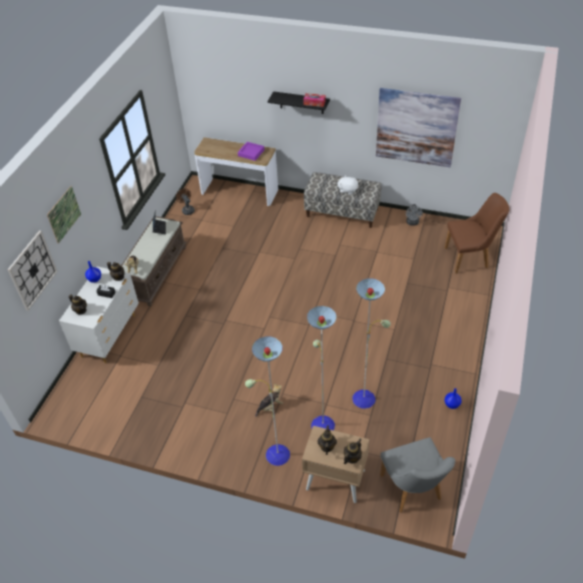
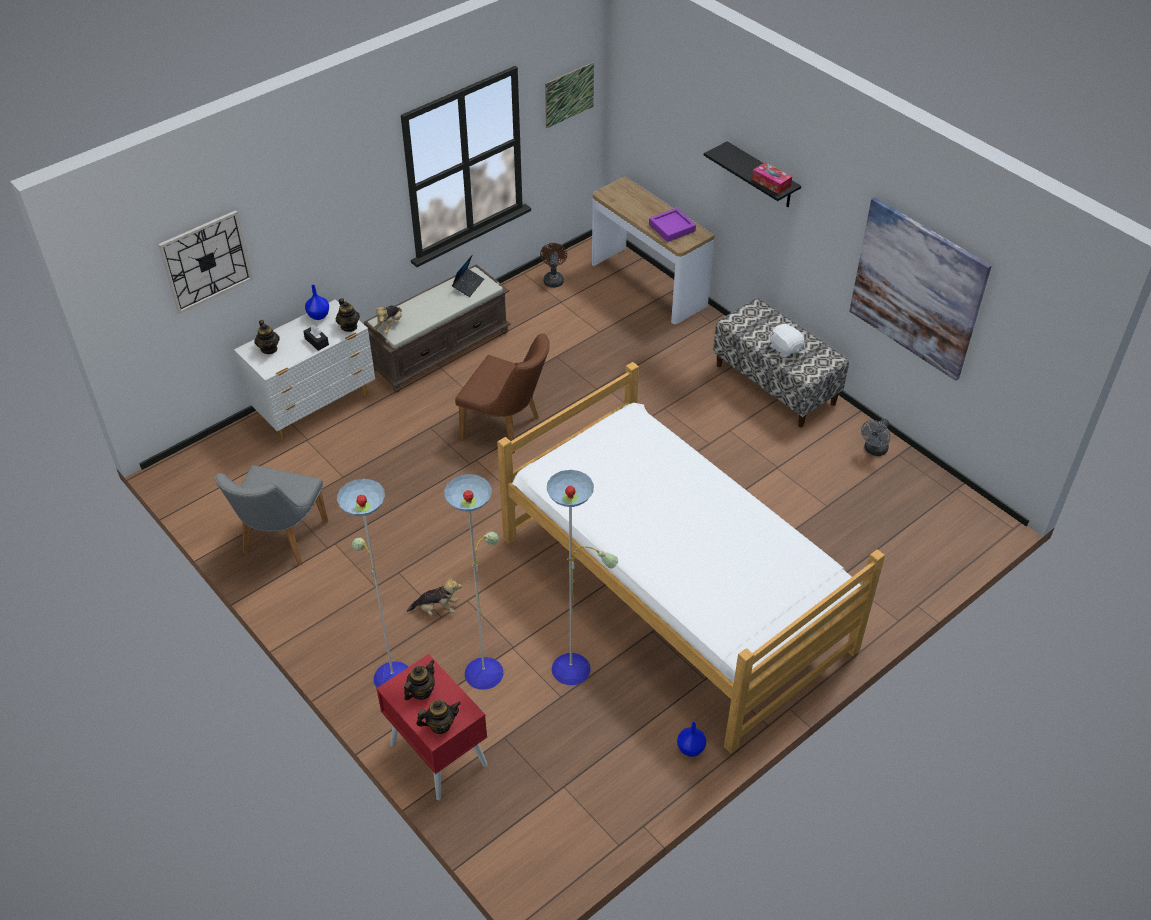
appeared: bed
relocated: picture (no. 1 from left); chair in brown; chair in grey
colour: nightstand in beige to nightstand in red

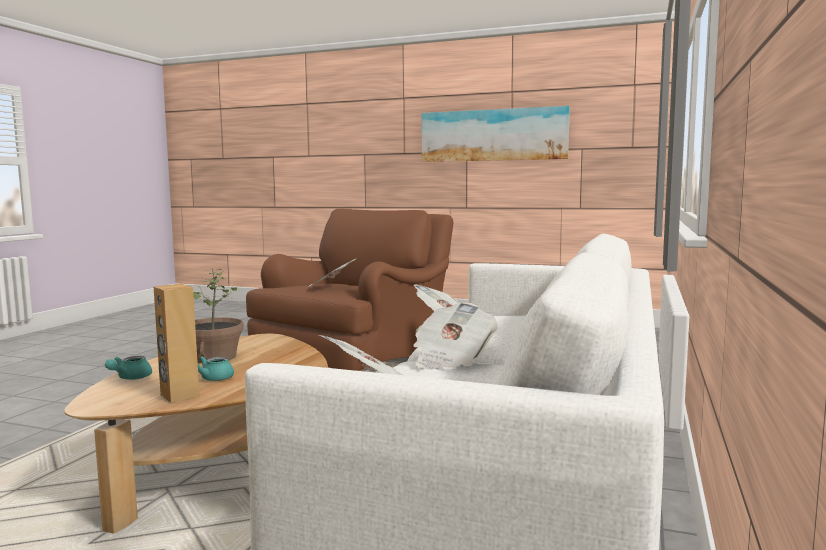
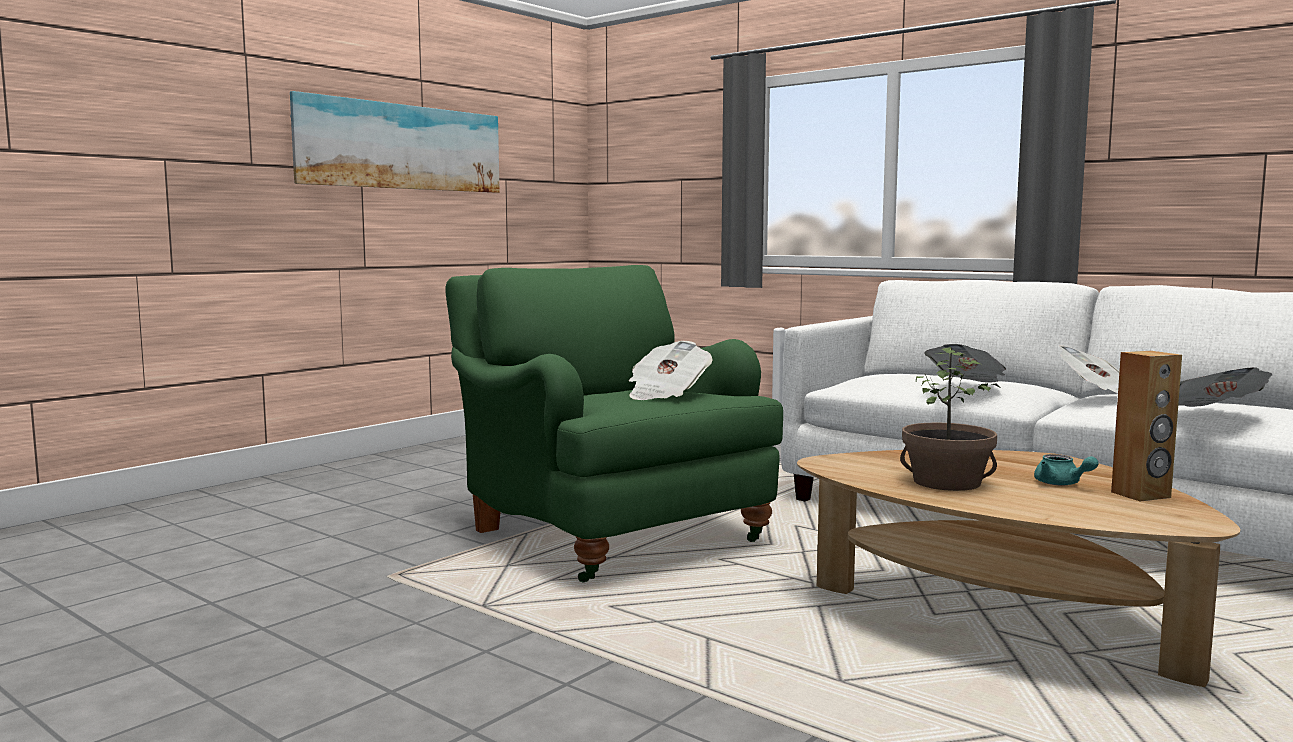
missing: teapot in turquoise (no. 1 from left)
colour: armchair in brown to armchair in green

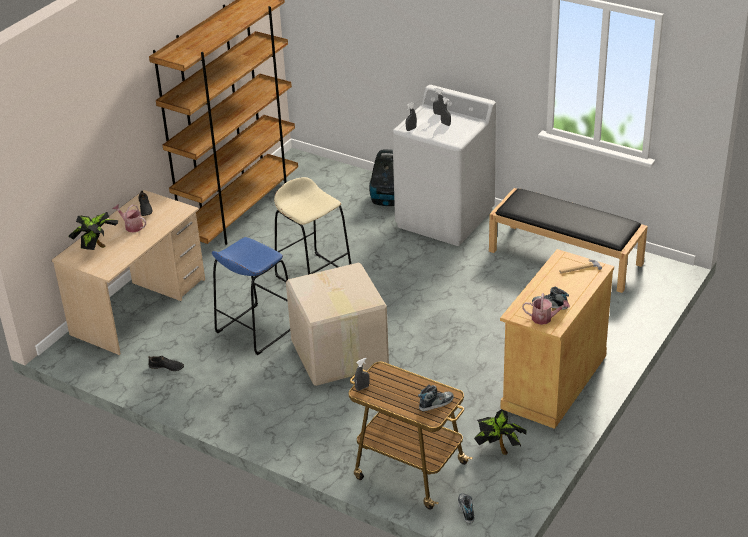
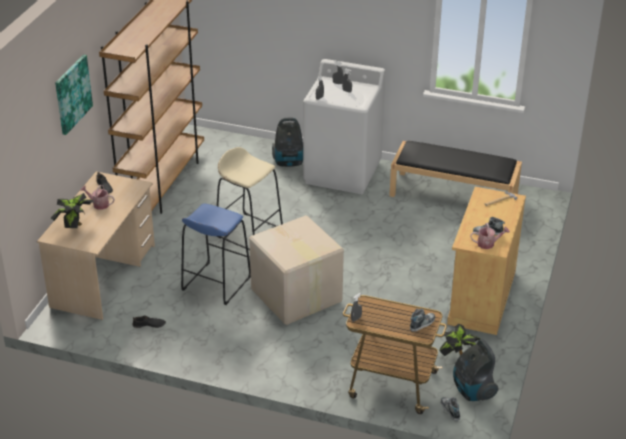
appeared: picture; vacuum cleaner (no. 2 from left)

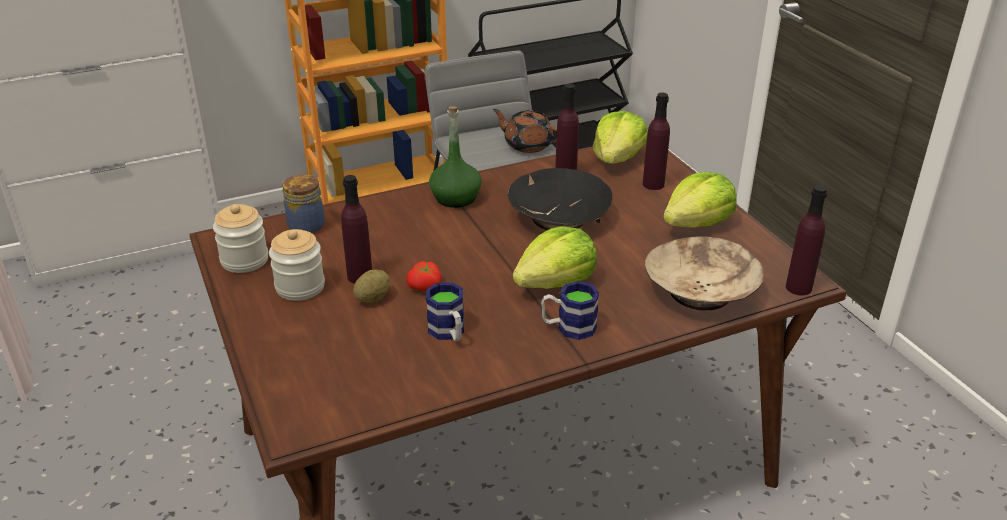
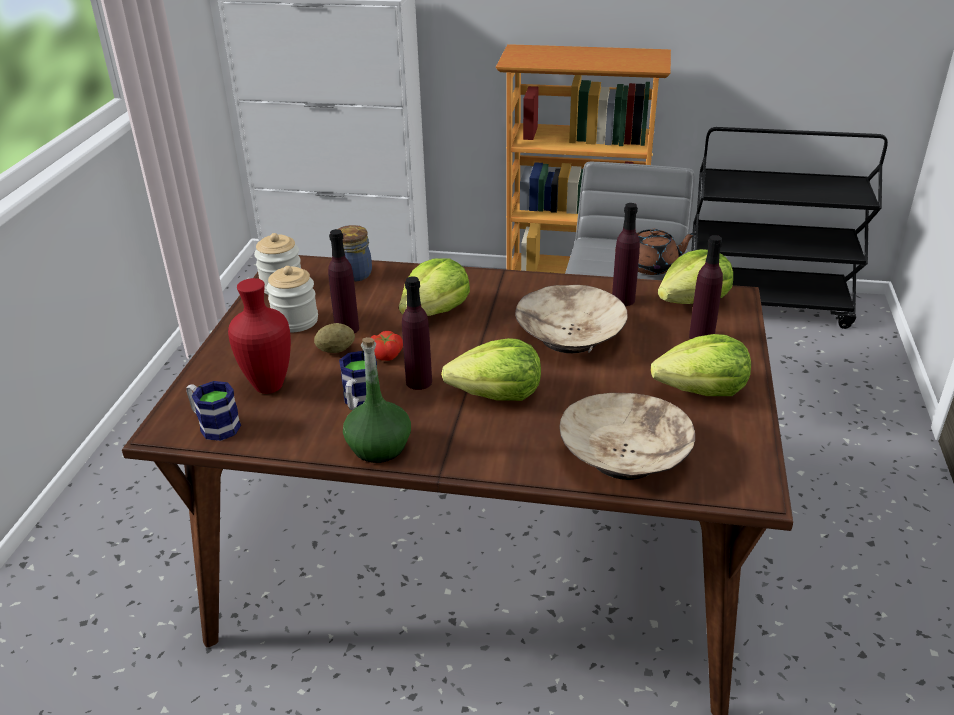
appeared: lettuce (no. 1 from left); vase in red
relocated: bottle in green; bottle in purple (no. 4 from left in the first image) to bottle in purple (no. 2 from left); mug (no. 2 from left in the first image) to mug (no. 1 from left)
colour: bowl in black to bowl in beige (no. 1 from left)
spun: teapot in brown 105 degrees clockwise

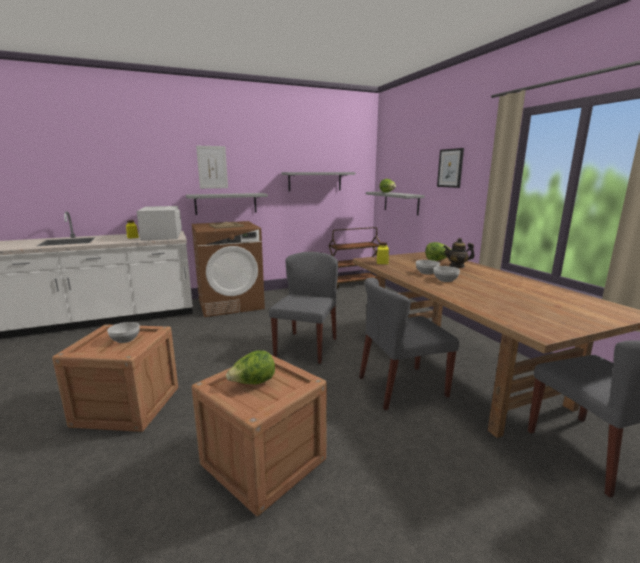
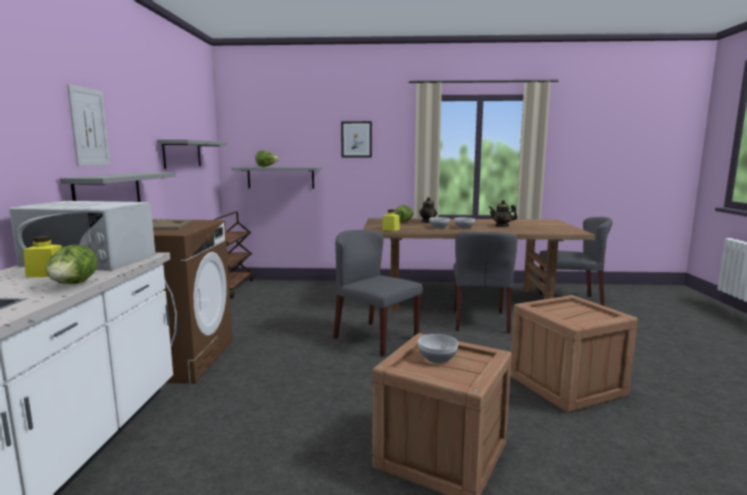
appeared: teapot (no. 2 from left)
relocated: lettuce (no. 1 from left)

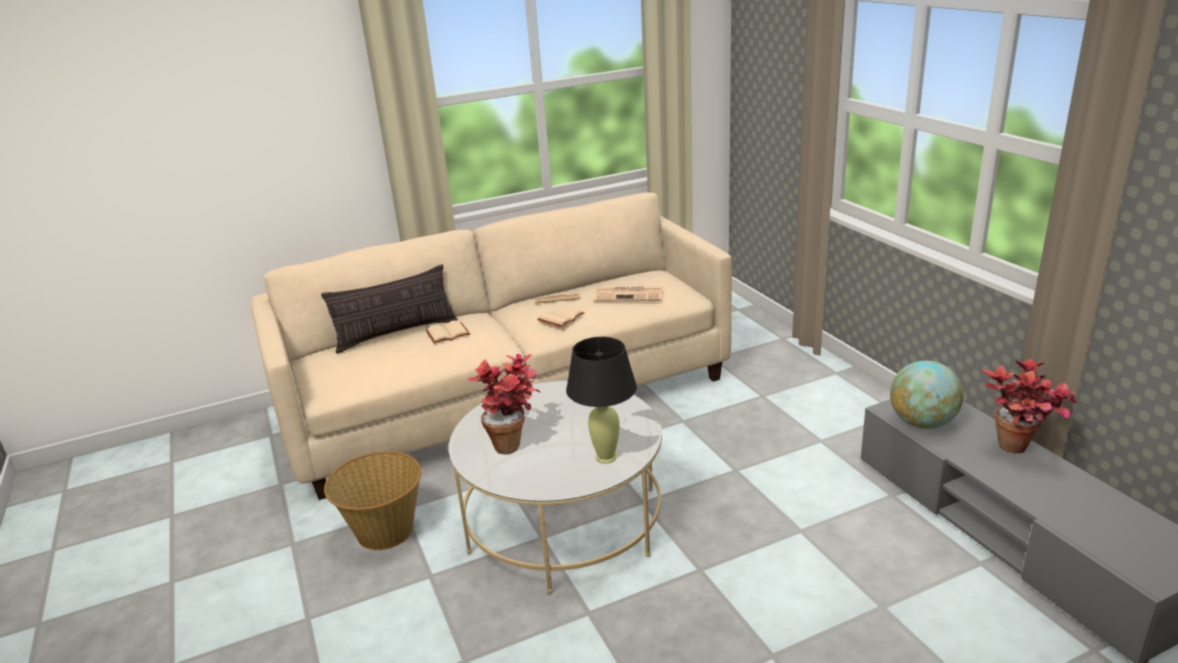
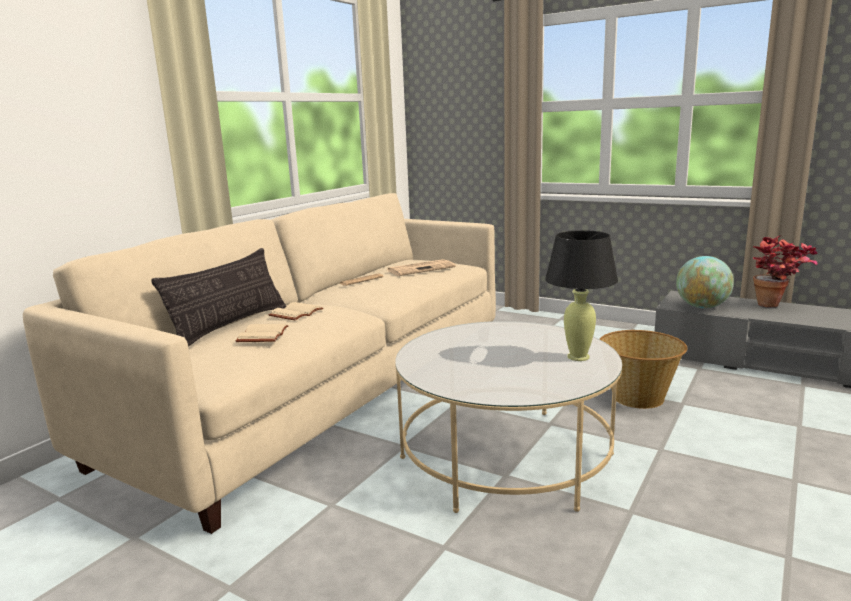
missing: potted plant (no. 1 from left)
relocated: book in beige (no. 2 from left in the first image) to book in beige (no. 1 from left); basket

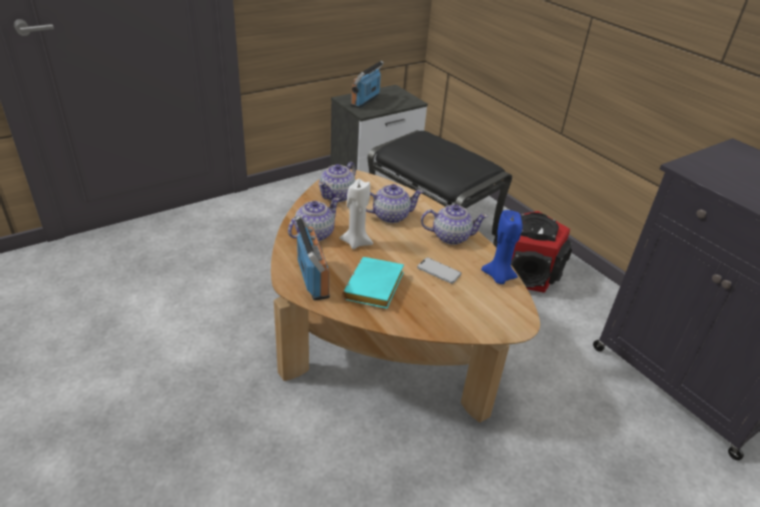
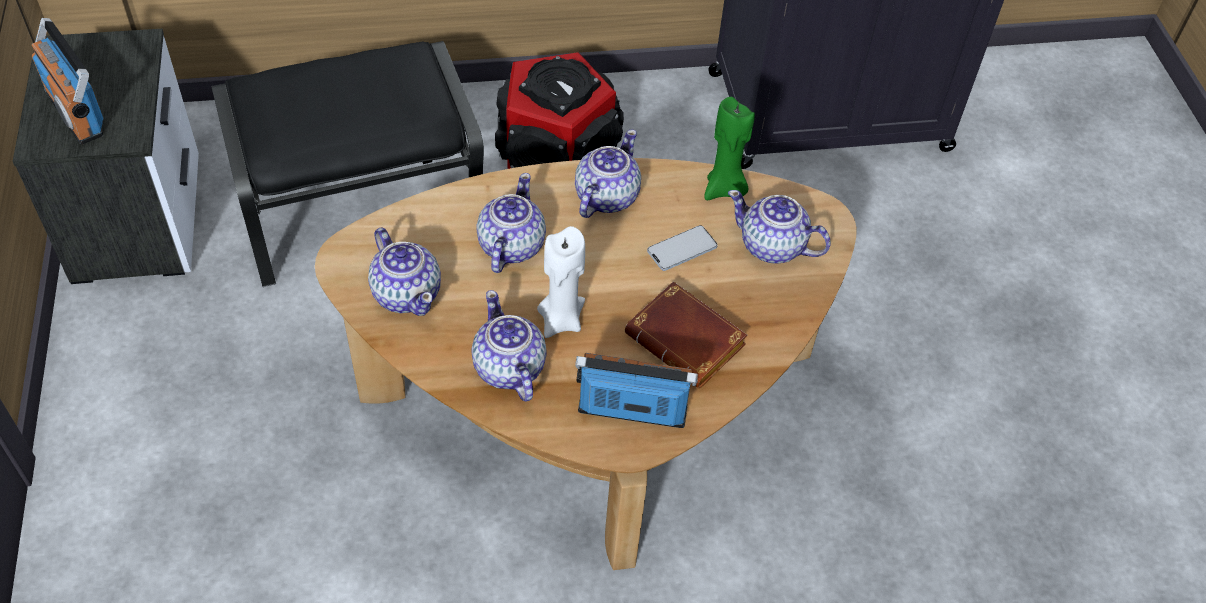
appeared: teapot (no. 5 from left)
colour: candle in blue to candle in green; book in turquoise to book in brown

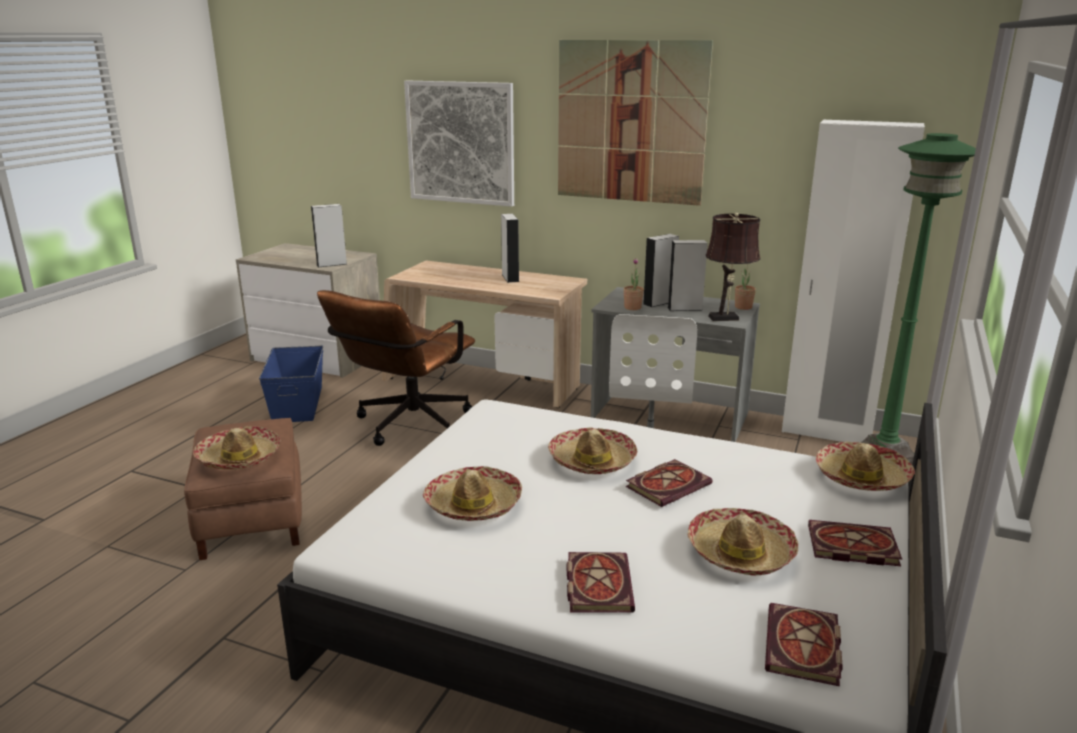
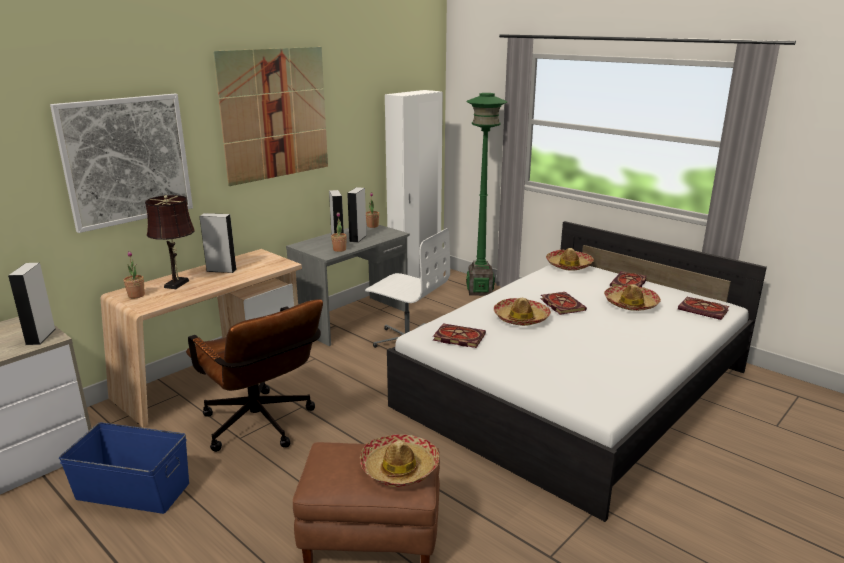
missing: hat (no. 2 from left)
appeared: potted plant (no. 1 from left)
relocated: table lamp in brown; book (no. 1 from left)

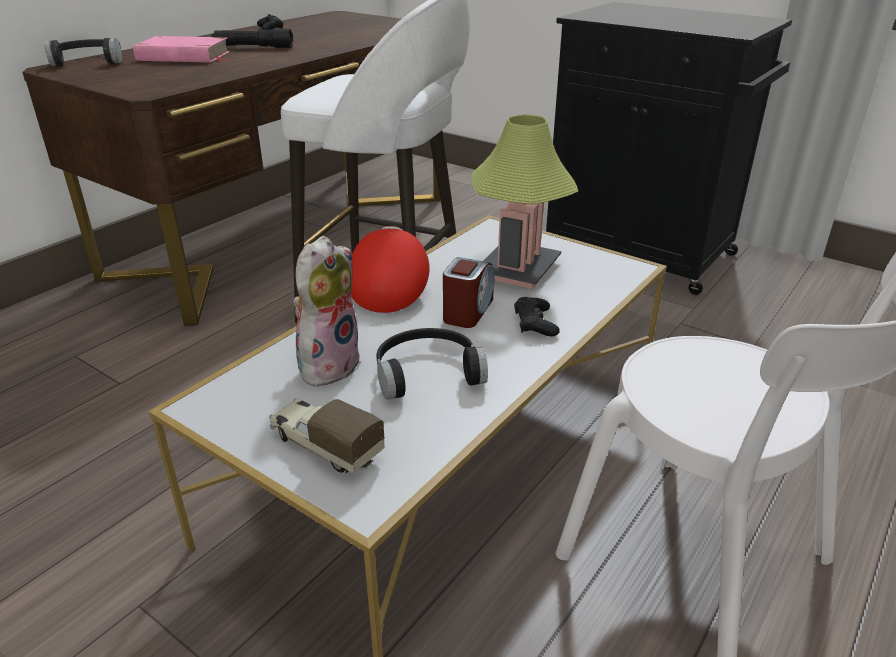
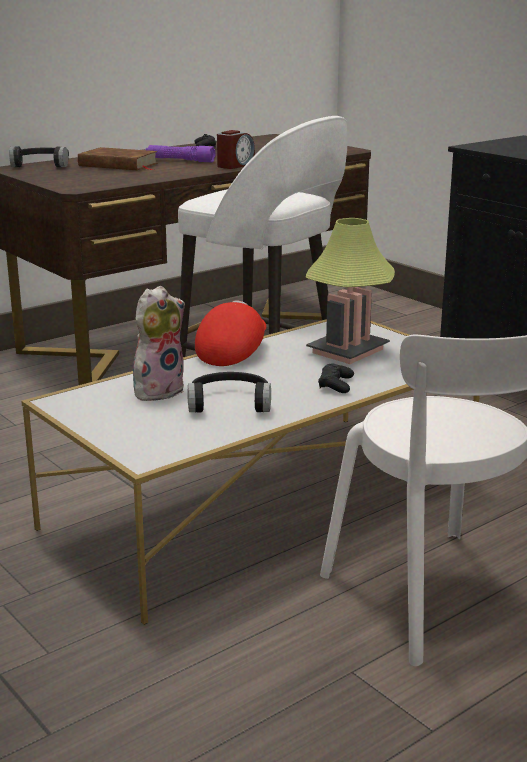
missing: toy truck
relocated: alarm clock
colour: flashlight in black to flashlight in purple; book in pink to book in brown

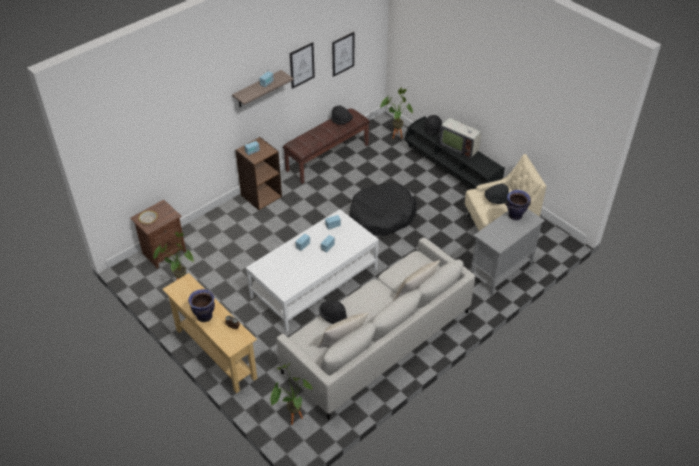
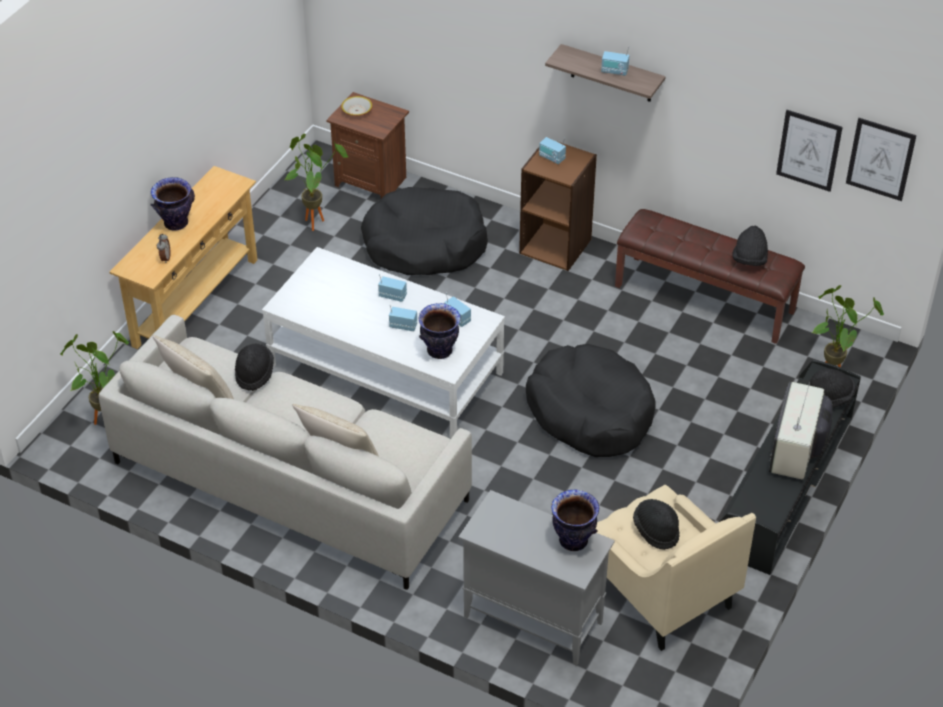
appeared: dog bed in black (no. 1 from left); vase (no. 2 from left)
relocated: picture (no. 1 from left in the first image) to picture (no. 2 from left)

